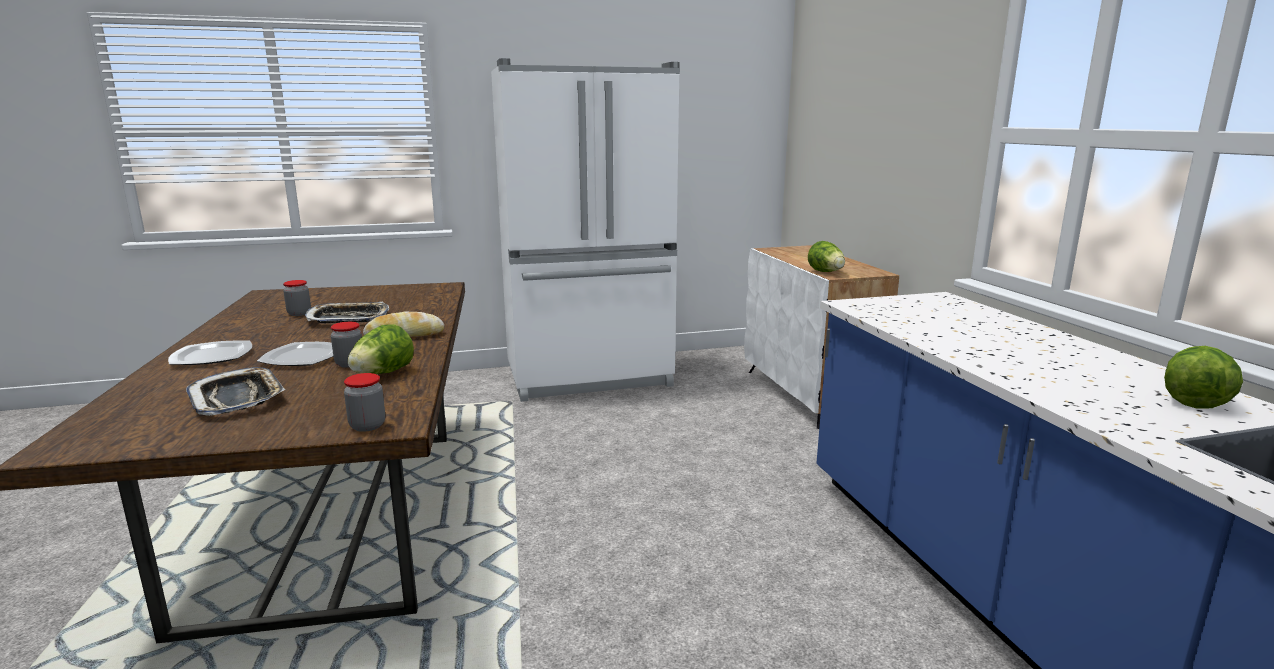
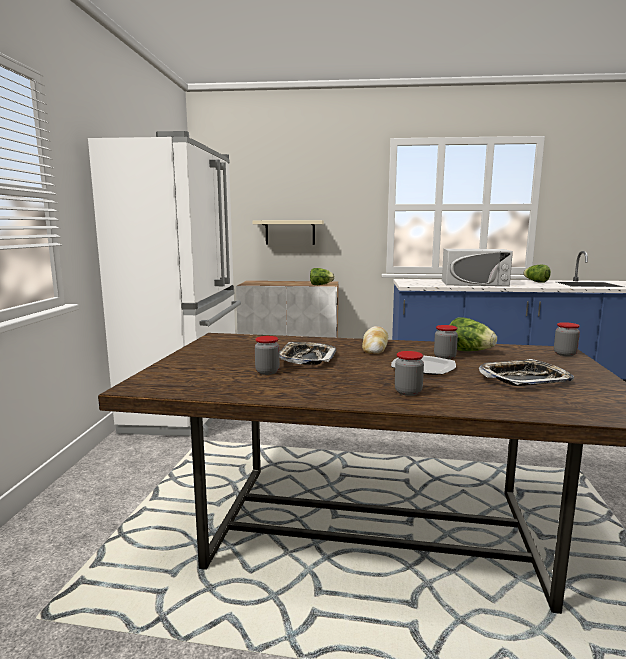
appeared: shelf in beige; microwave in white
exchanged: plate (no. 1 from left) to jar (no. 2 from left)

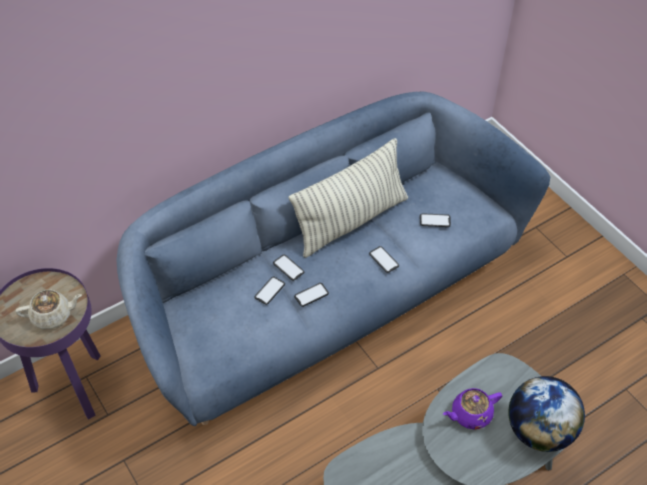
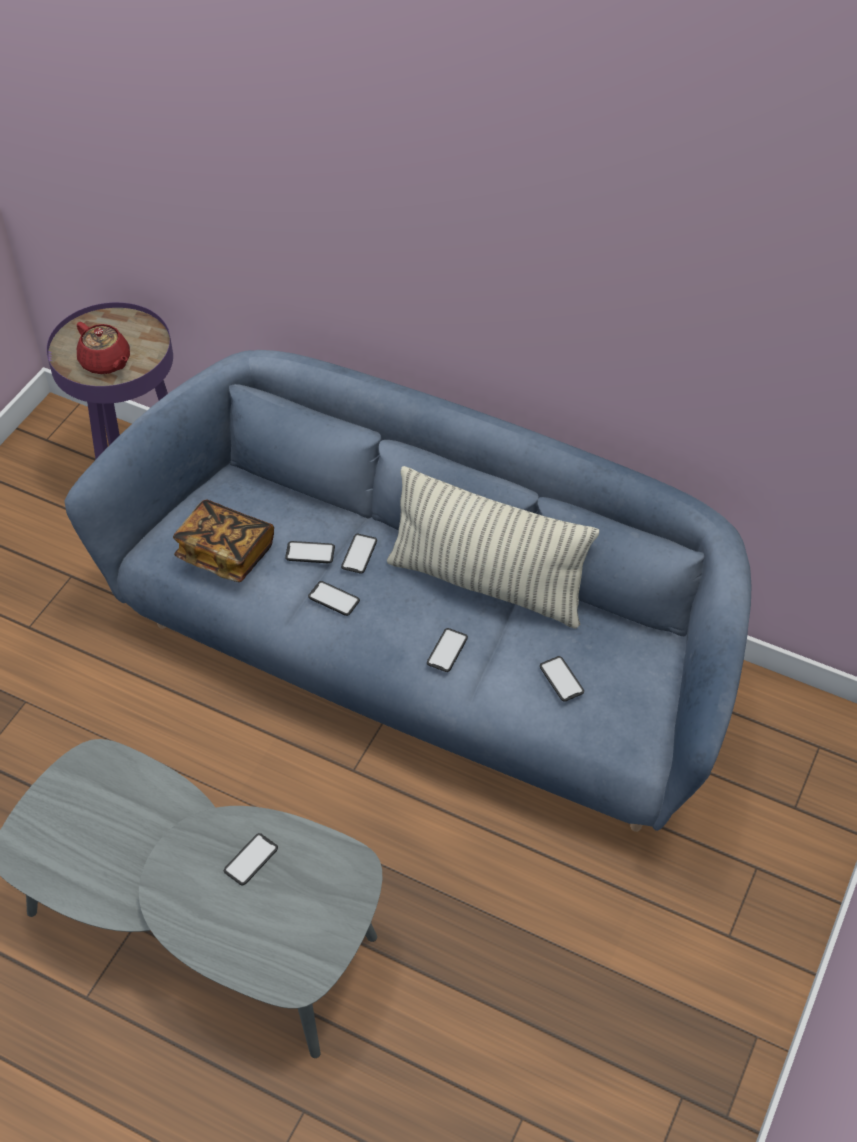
missing: globe
appeared: book
exchanged: teapot in purple to phone (no. 1 from left)
colour: teapot in beige to teapot in red

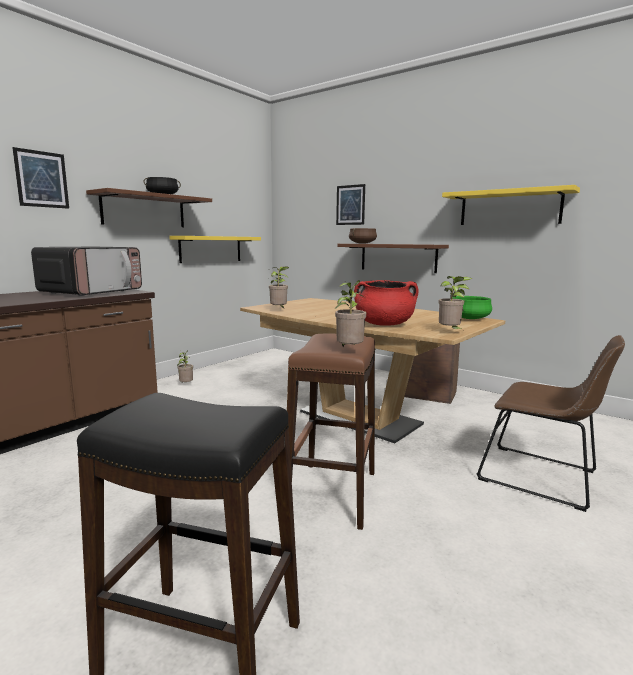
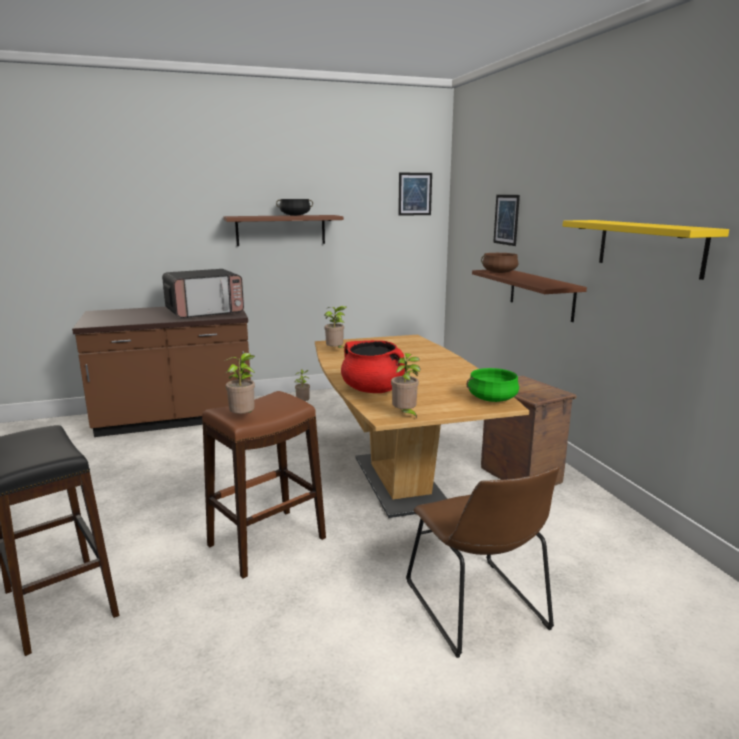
missing: shelf in yellow (no. 1 from left)
relocated: picture (no. 1 from left)

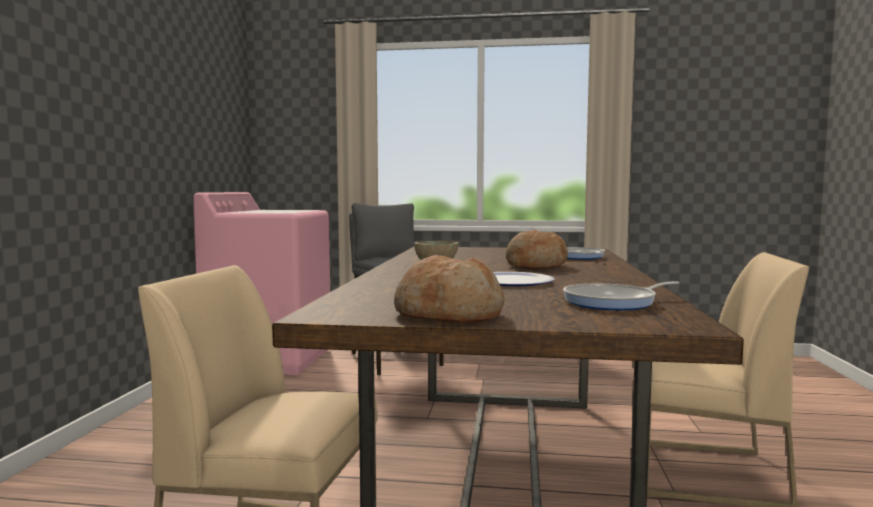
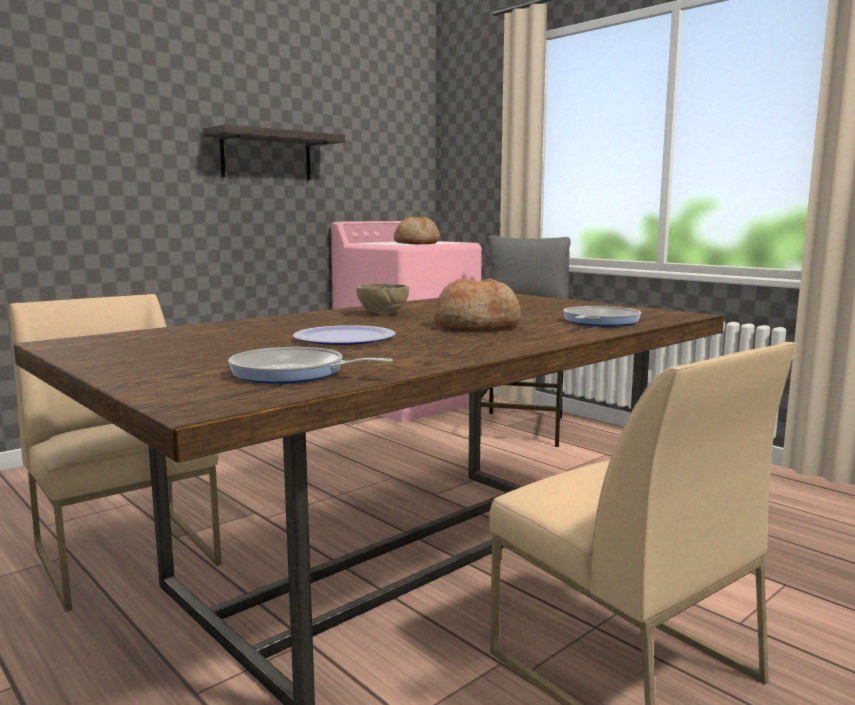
appeared: shelf
relocated: bread (no. 1 from left)

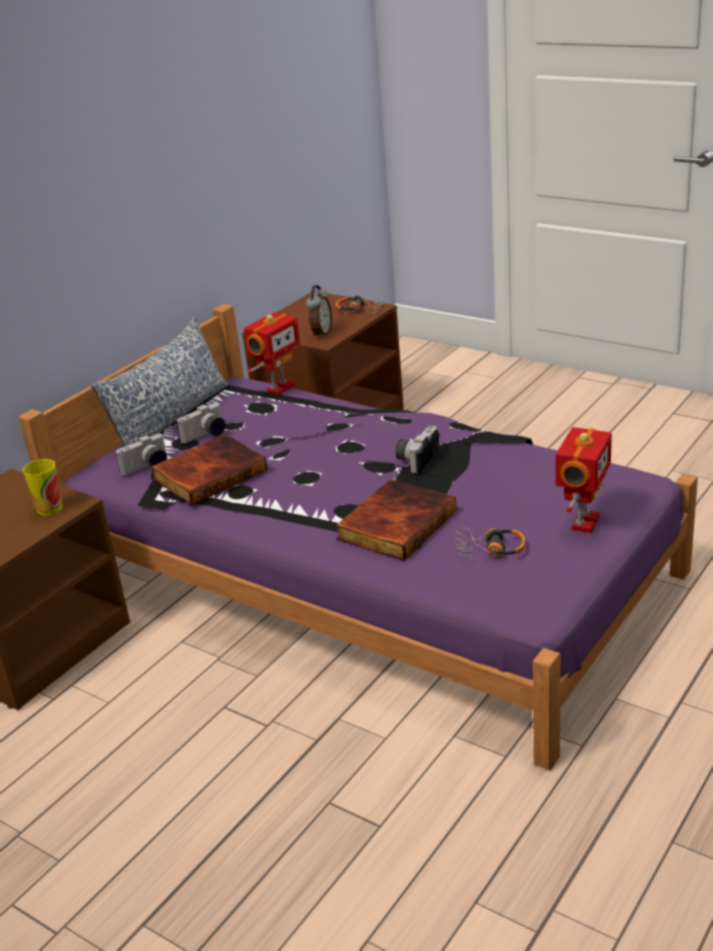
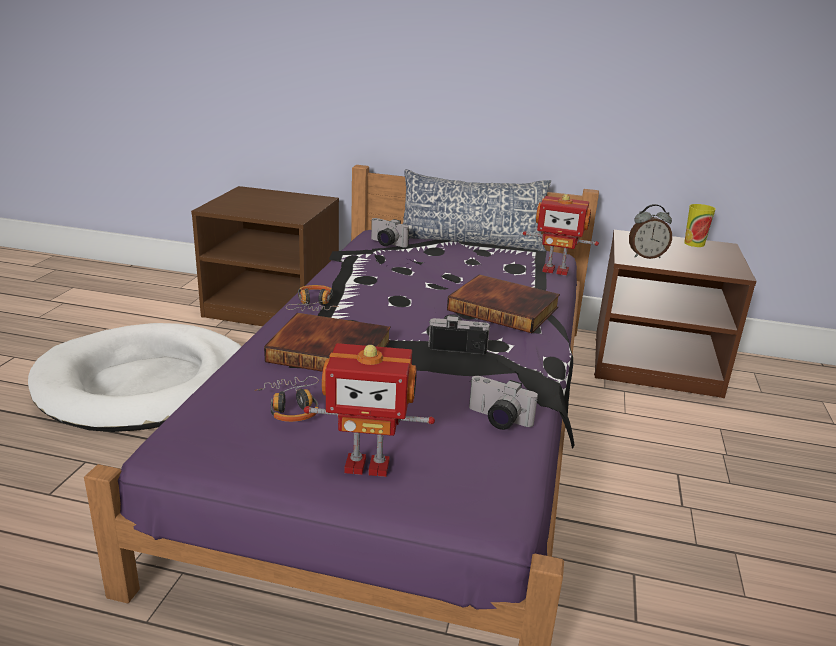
appeared: dog bed in white
relocated: headphones (no. 1 from left in the first image) to headphones (no. 2 from left); photo camera (no. 2 from left in the first image) to photo camera (no. 3 from left); book (no. 1 from left in the first image) to book (no. 2 from left); cup

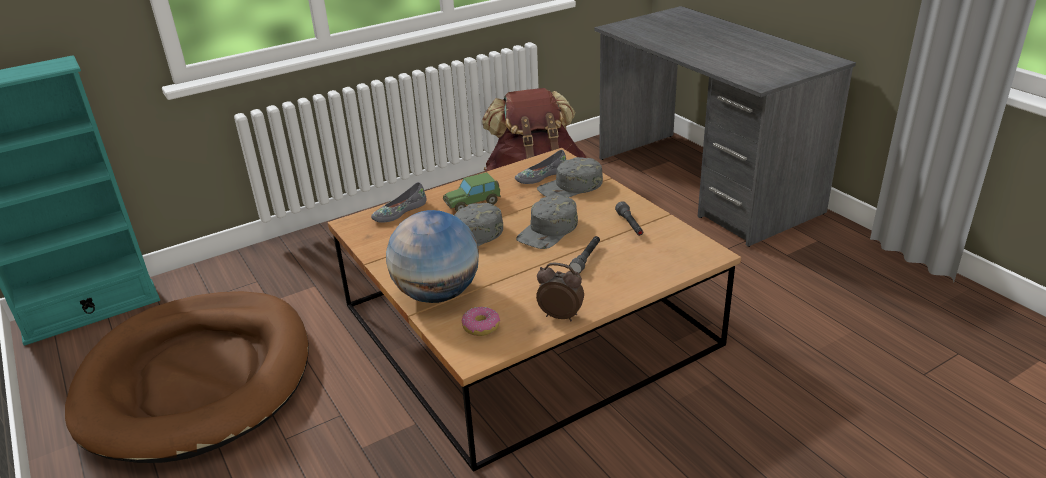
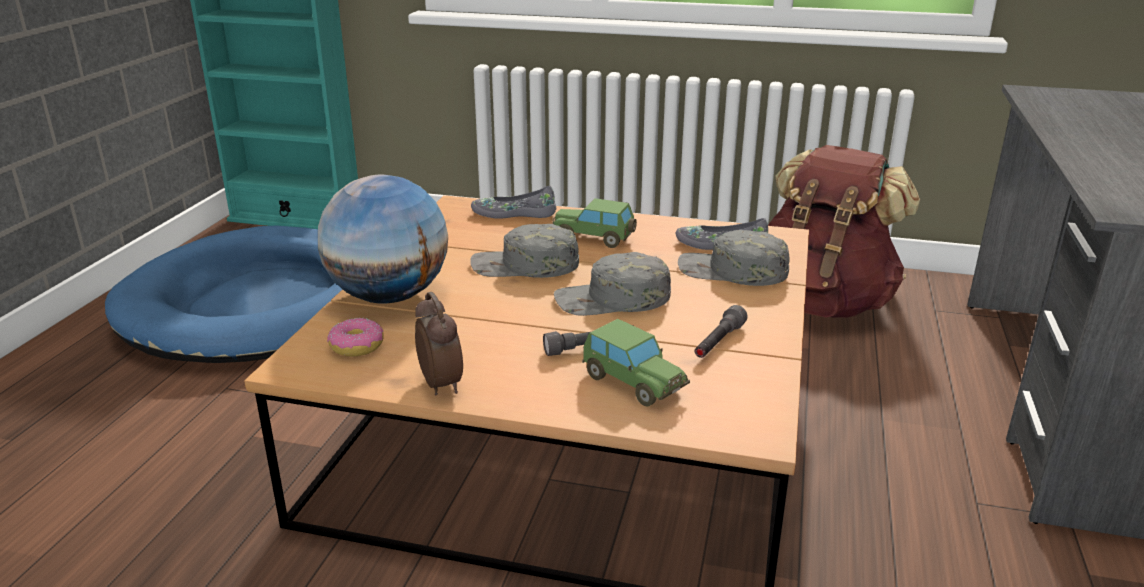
appeared: toy car (no. 2 from left)
colour: dog bed in brown to dog bed in blue

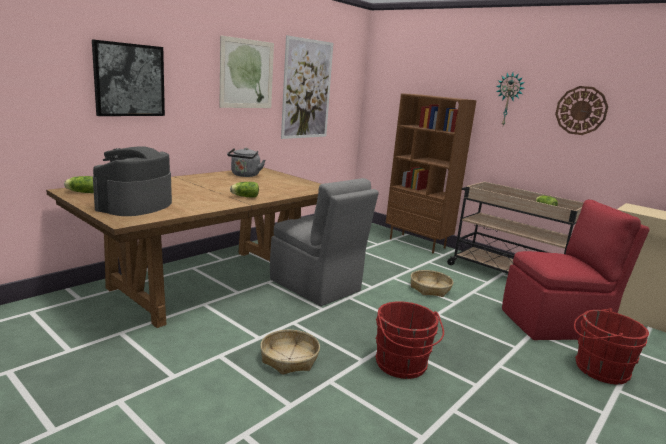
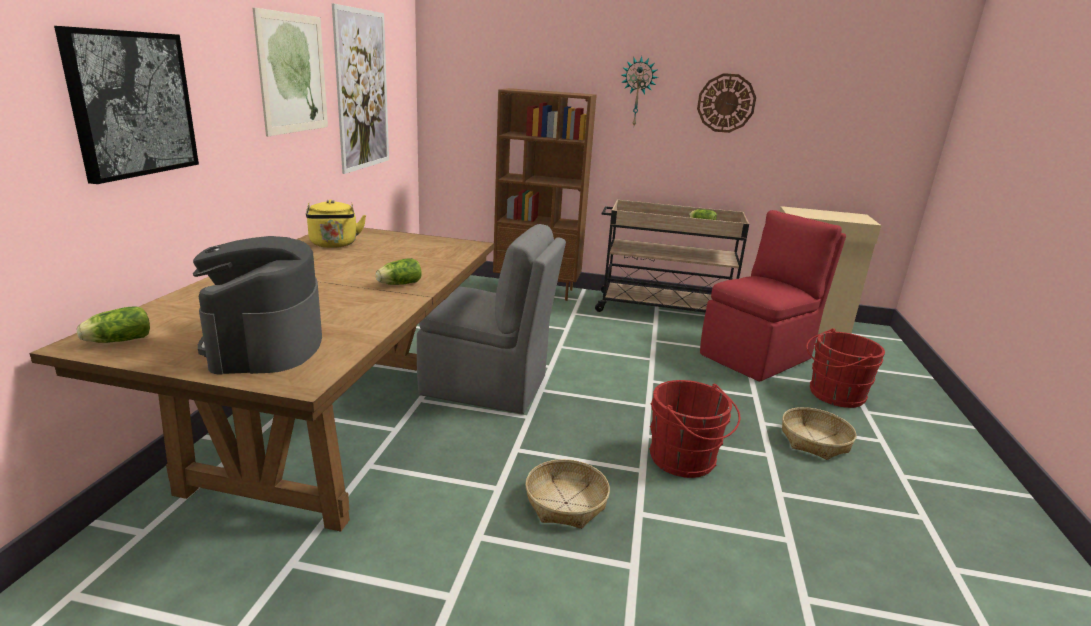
relocated: basket (no. 2 from left)
colour: kettle in grey to kettle in yellow

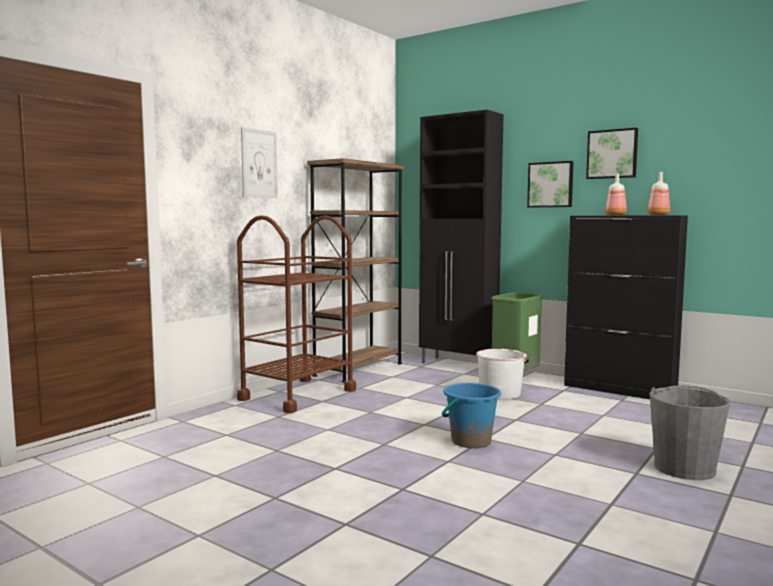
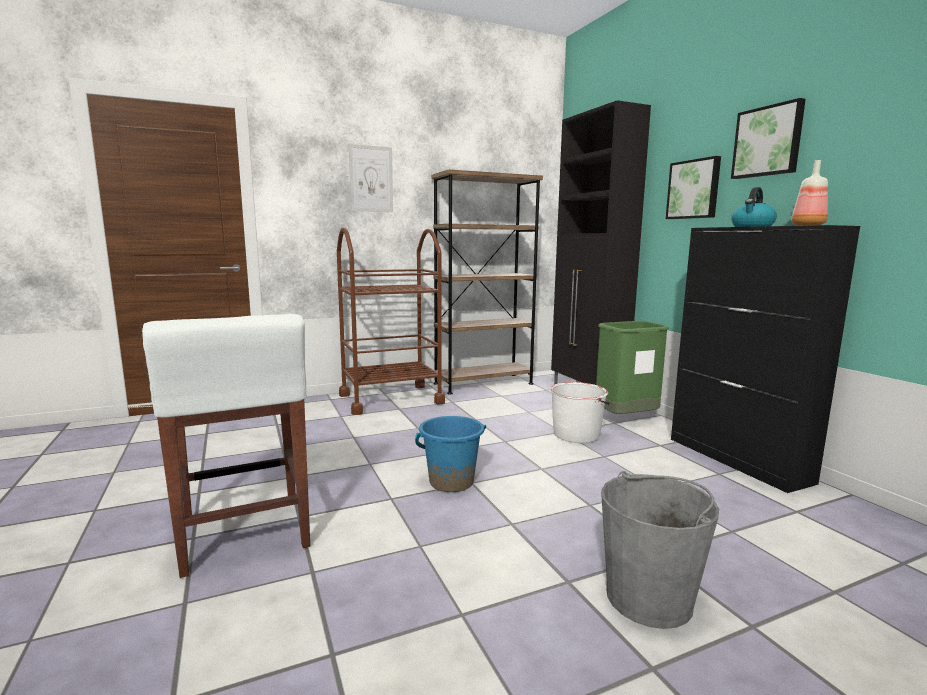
appeared: stool in white
exchanged: bottle (no. 1 from left) to kettle

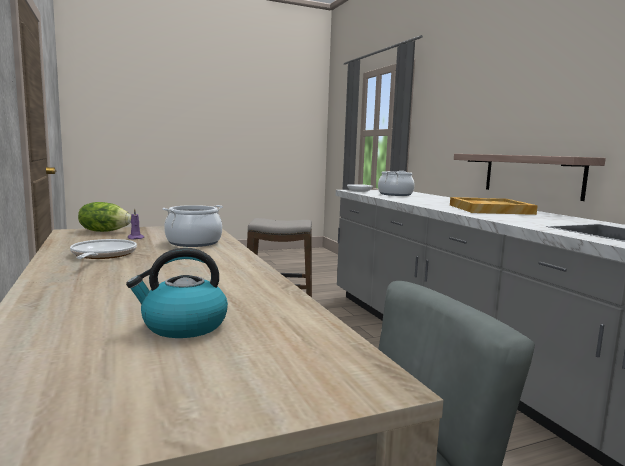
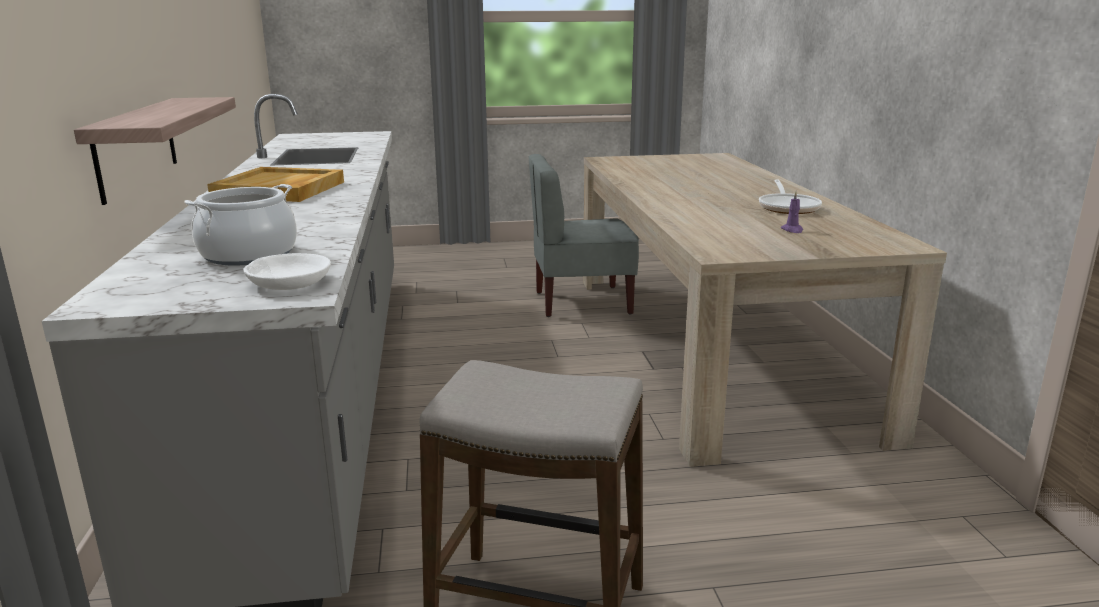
missing: lettuce; cooking pot (no. 1 from left); kettle

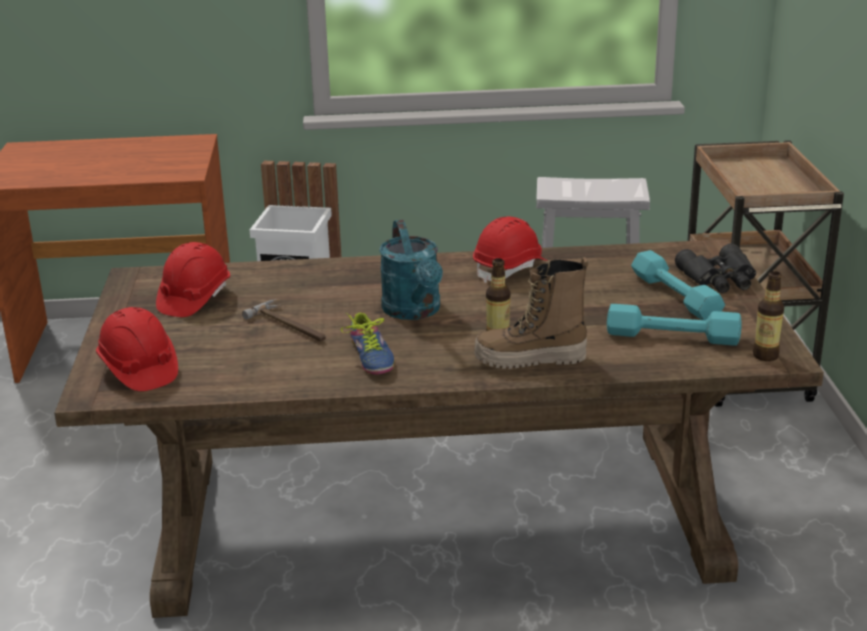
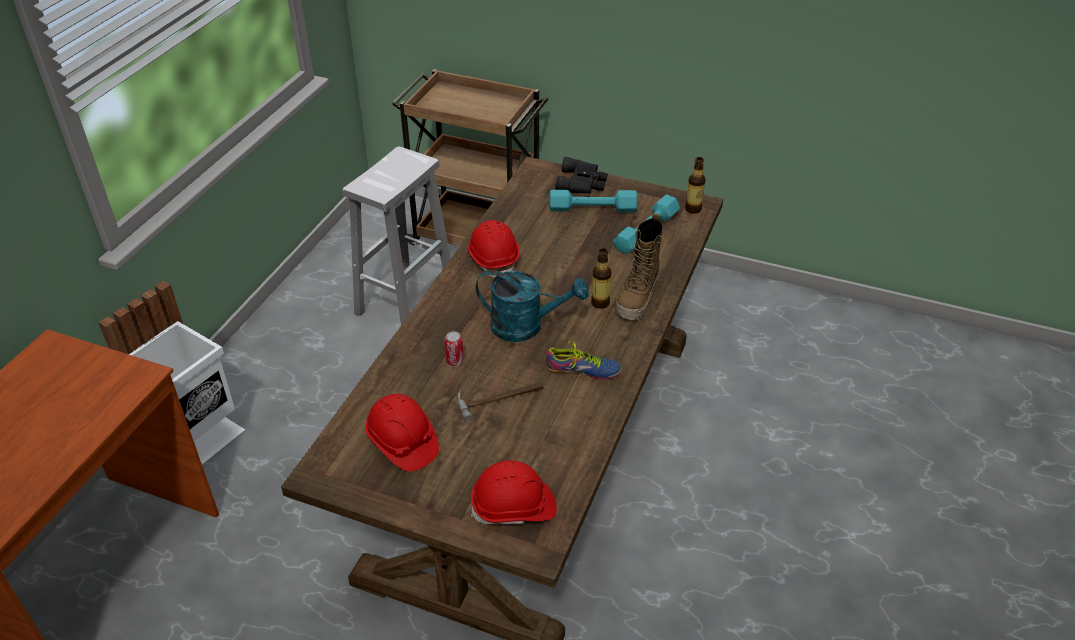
appeared: can

